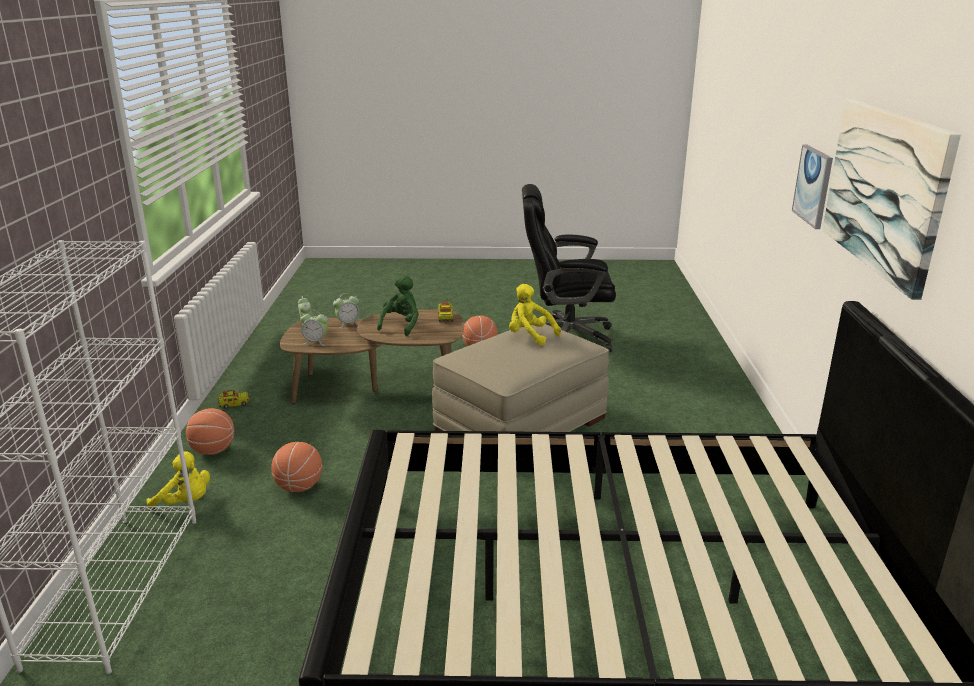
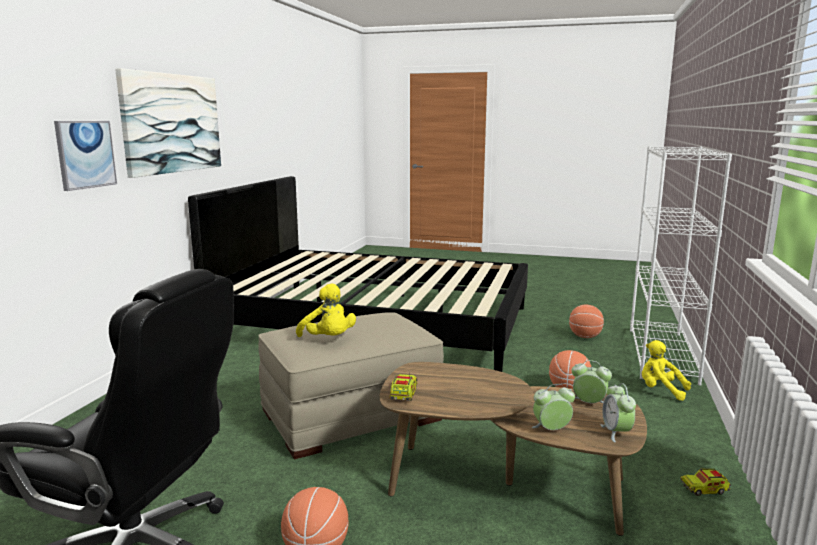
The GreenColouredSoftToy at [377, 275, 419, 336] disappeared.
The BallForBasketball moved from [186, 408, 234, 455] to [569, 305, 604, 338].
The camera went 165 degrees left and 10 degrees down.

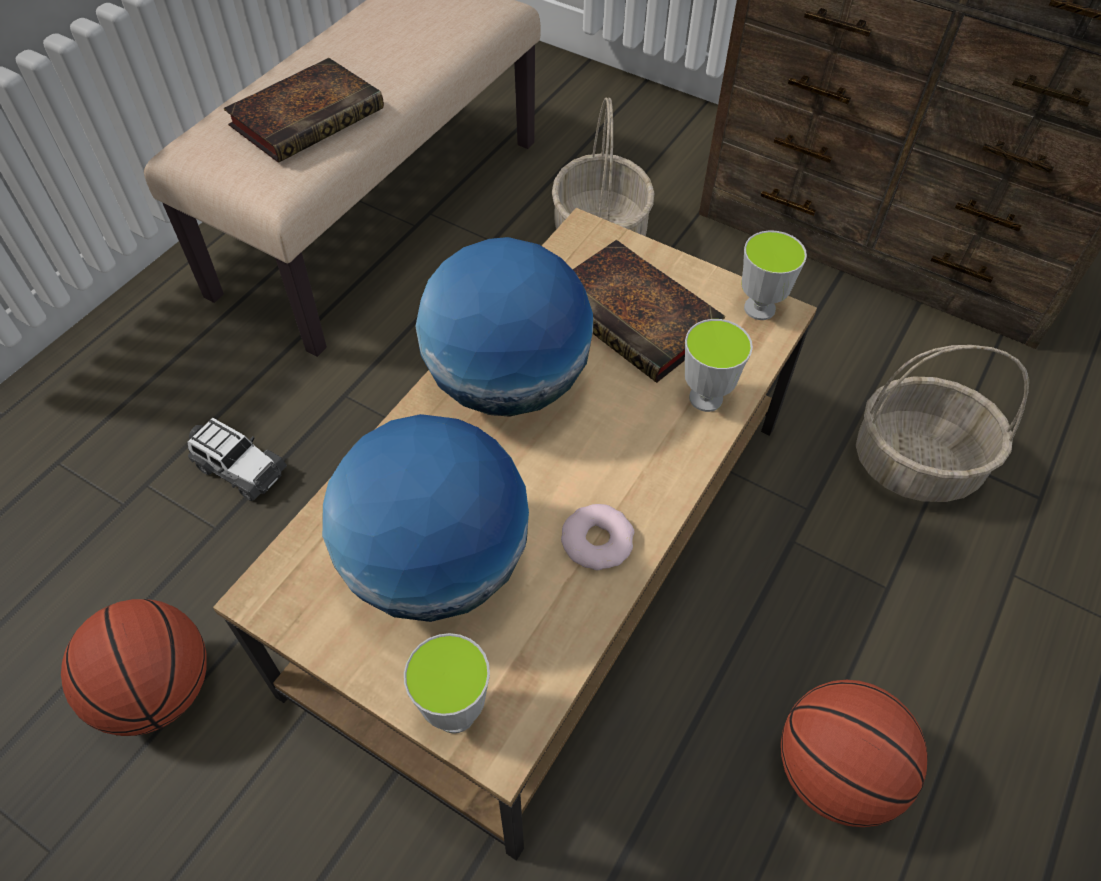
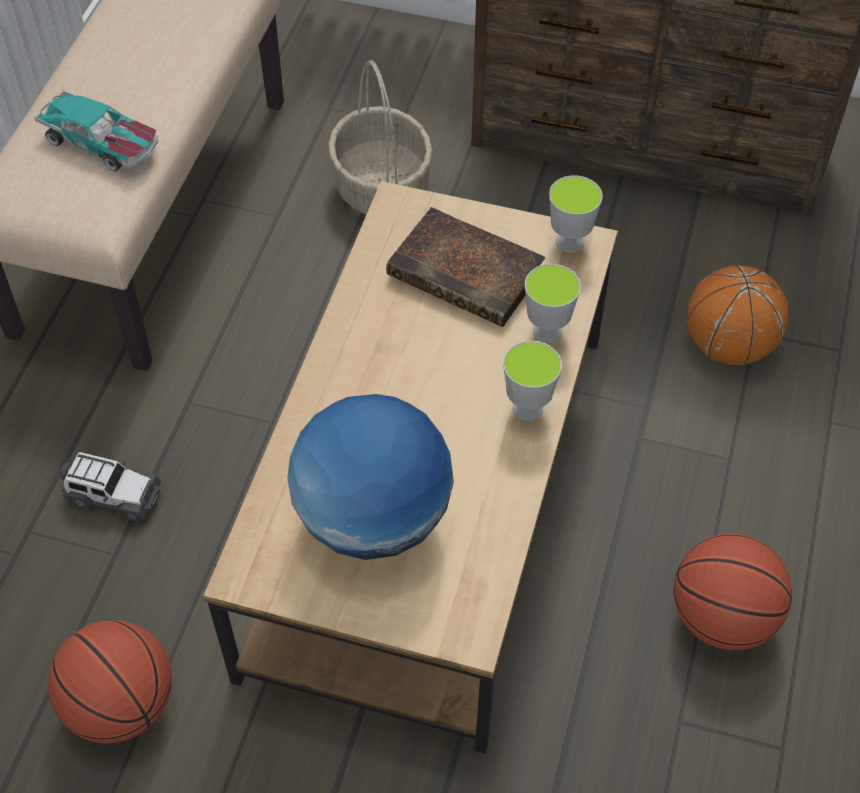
The Globe at [415, 237, 593, 417] disappeared.
The Doughnut at [561, 504, 634, 570] disappeared.
The DrinkingCup moved from [404, 633, 490, 733] to [503, 341, 562, 421].
The Book at [224, 58, 384, 163] was replaced by the MiniatureCar at [34, 90, 158, 172].
The HouseholdBasket at [856, 345, 1029, 502] was replaced by the BallForBasketball at [687, 265, 788, 365].
The camera went 15 degrees left and 0 degrees up.

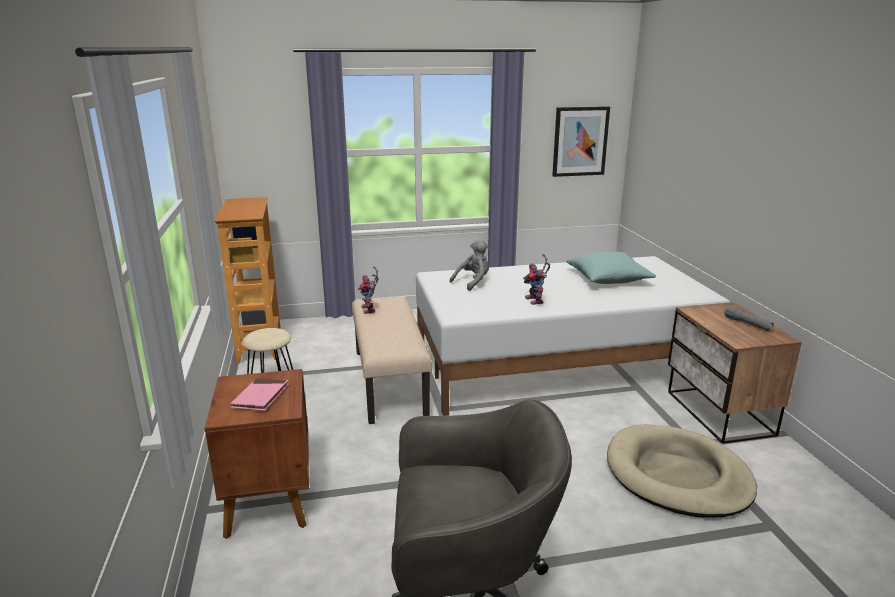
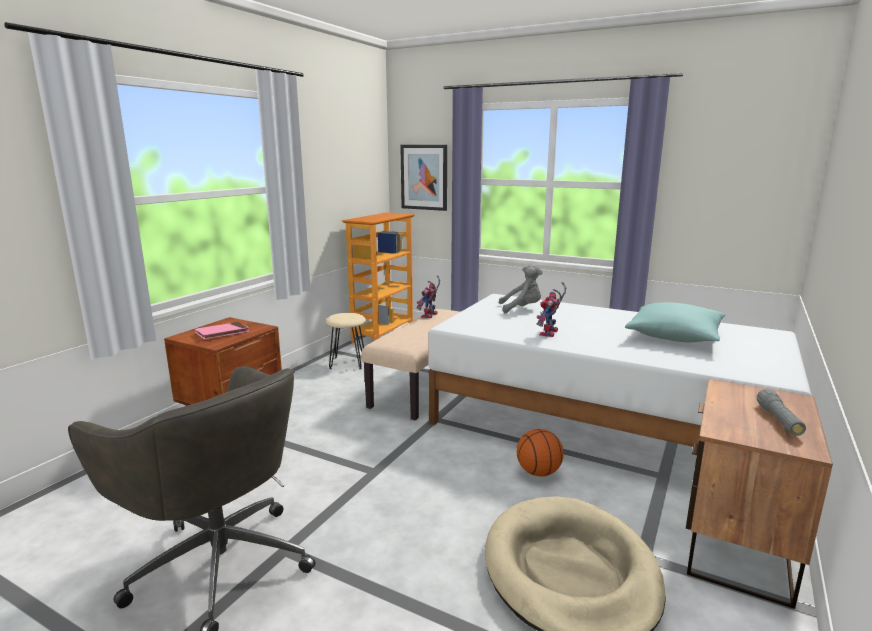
The BallForBasketball at [517, 429, 564, 477] appeared.
The WallArt moved from [552, 106, 610, 177] to [400, 145, 447, 211].
The camera went 40 degrees right and 5 degrees down.

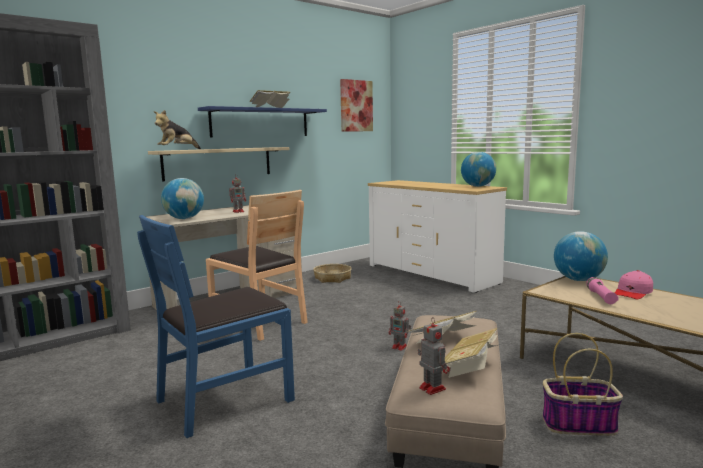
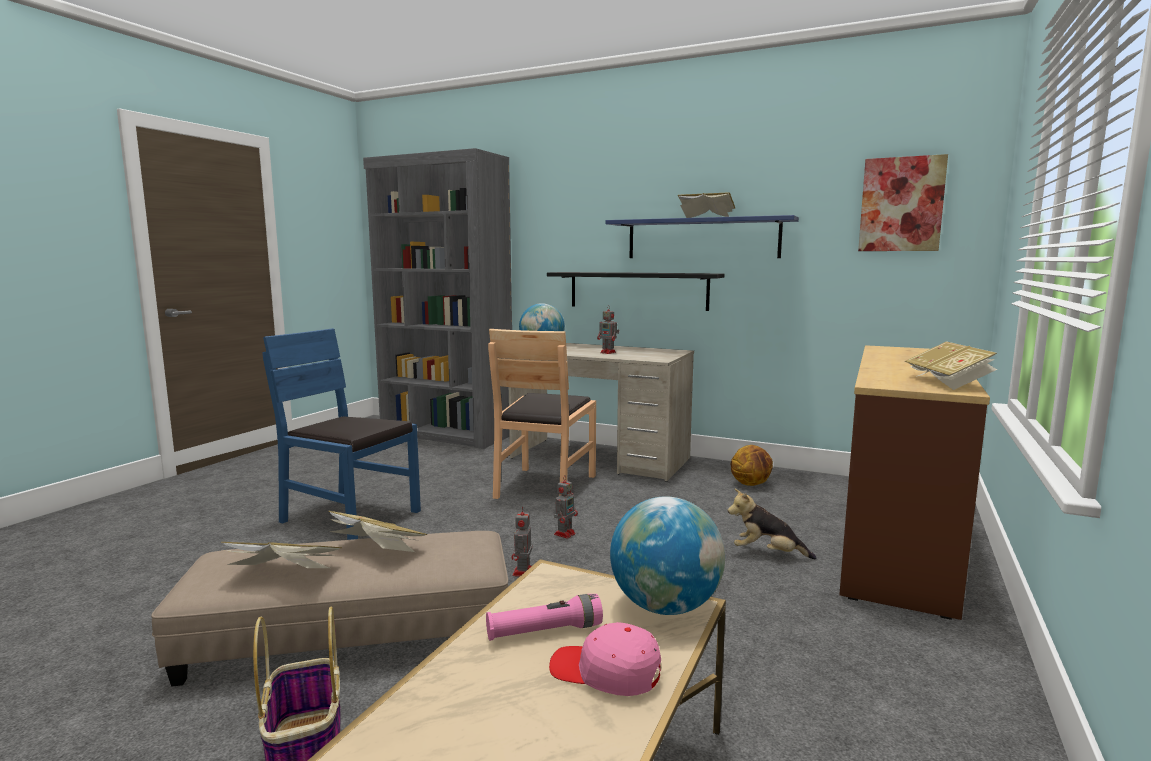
The SoftToy moved from [154, 110, 201, 149] to [728, 489, 816, 559].
The ToyRobot moved from [418, 317, 450, 395] to [554, 475, 578, 539].
The HouseholdBasket at [313, 264, 352, 283] was replaced by the BallForBasketball at [731, 445, 773, 486].
The Globe at [461, 152, 496, 187] was replaced by the Book at [905, 341, 997, 390].
The SandColouredWallShelf at [148, 147, 289, 182] became the BlackWallShelf at [547, 272, 724, 311].
The WhiteColouredChestOfDrawers at [368, 180, 507, 293] became the BrownishChestOfDrawers at [839, 345, 990, 620].
The camera went 65 degrees right and 0 degrees up.

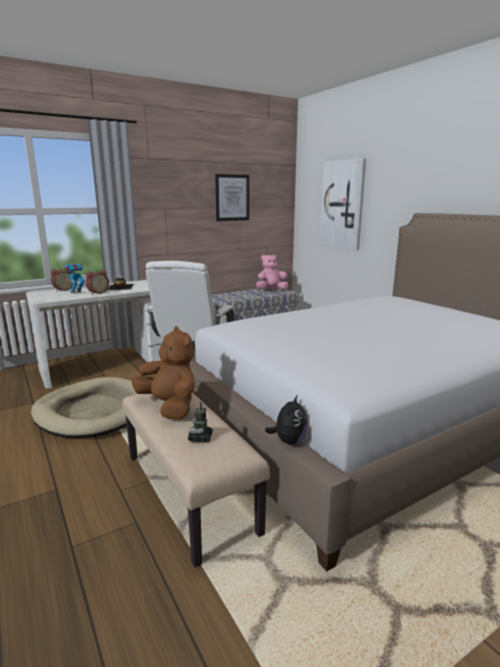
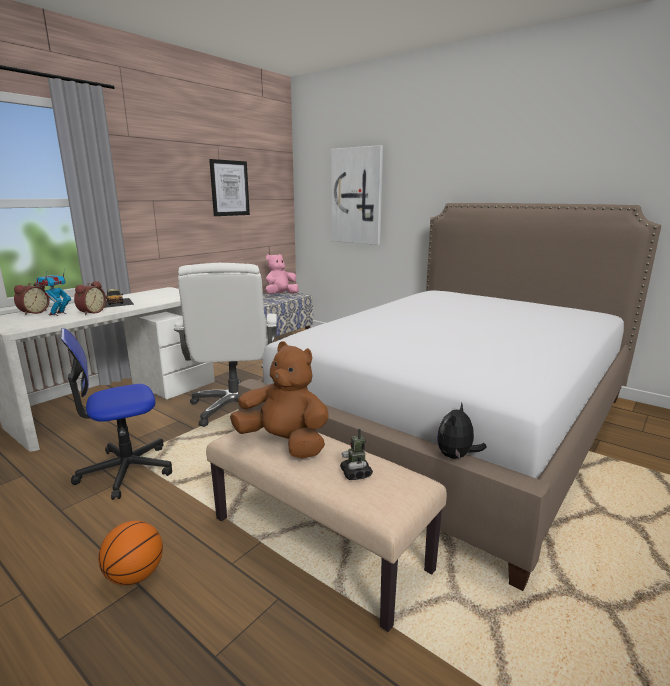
The BallForBasketball at [98, 521, 163, 585] appeared.
The SandColouredDogBed at [31, 377, 137, 438] was replaced by the DeskChair at [61, 328, 172, 500].
The SoftToy at [265, 394, 307, 444] turned 150 degrees counterclockwise.
The camera went 20 degrees left and 0 degrees up.

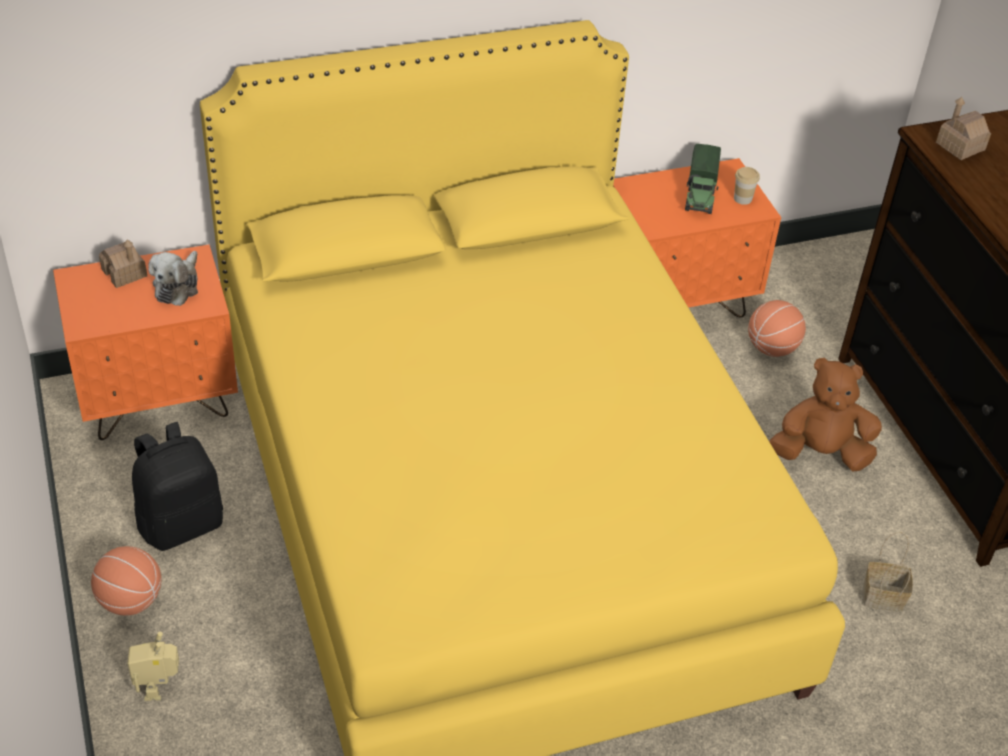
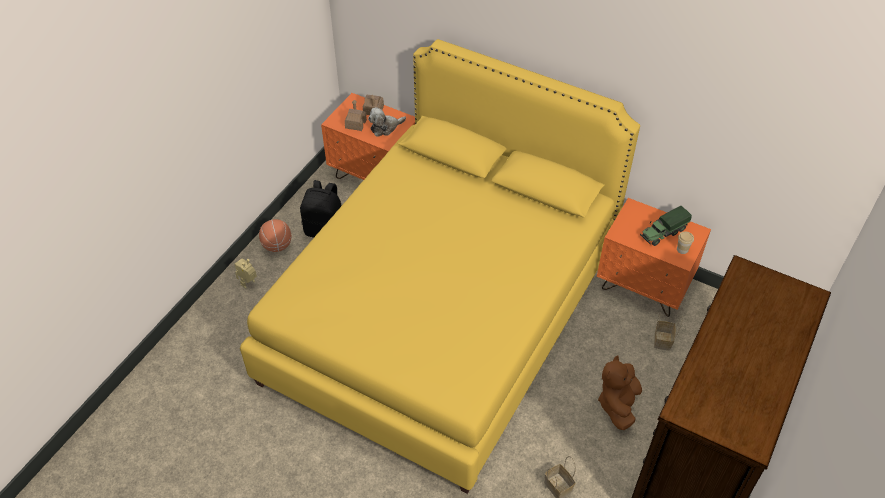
The MiniatureHouse moved from [936, 97, 991, 160] to [345, 100, 367, 131].
The BallForBasketball at [748, 300, 806, 357] was replaced by the HouseholdBasket at [654, 313, 683, 350].
The BrownishSoftToy at [769, 358, 882, 471] turned 120 degrees counterclockwise.
The camera went 50 degrees right and 5 degrees up.

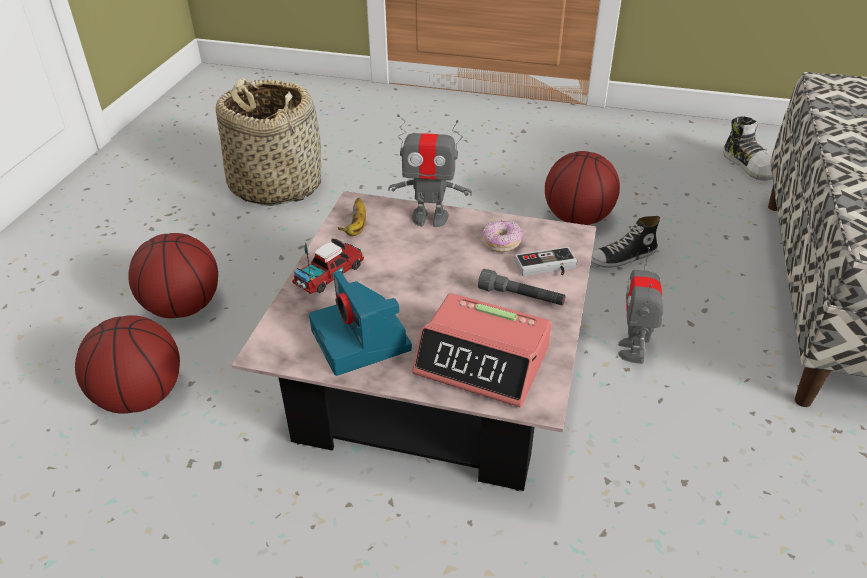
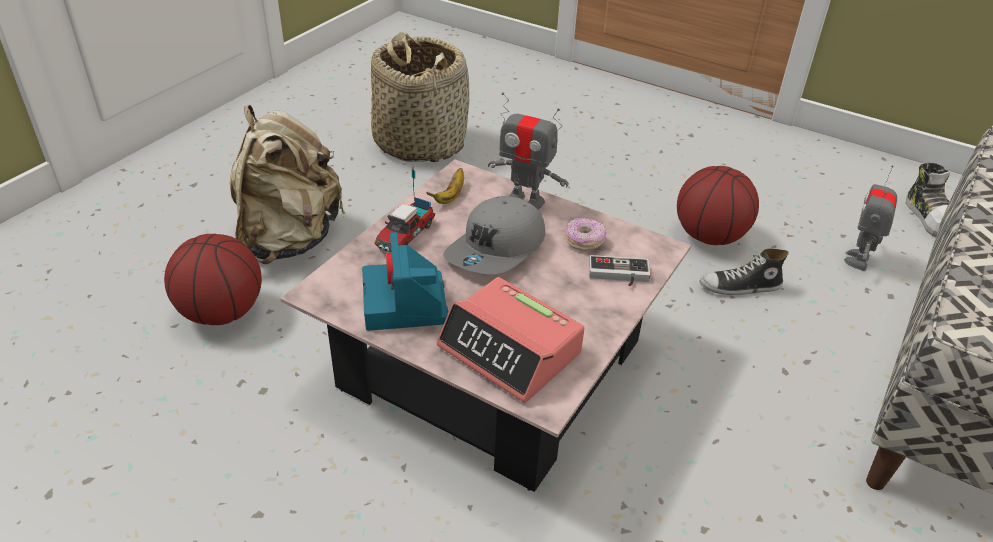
The GreyHandTorch at [478, 269, 566, 305] disappeared.
The GreyCap at [443, 196, 545, 274] appeared.
The ToyRobot moved from [618, 247, 663, 364] to [844, 165, 897, 271].
The BallForBasketball at [128, 233, 218, 318] was replaced by the SandColouredKnapsack at [230, 105, 345, 264].
The ToyLorry at [292, 238, 364, 294] turned 150 degrees clockwise.
The camera went 15 degrees right and 0 degrees up.

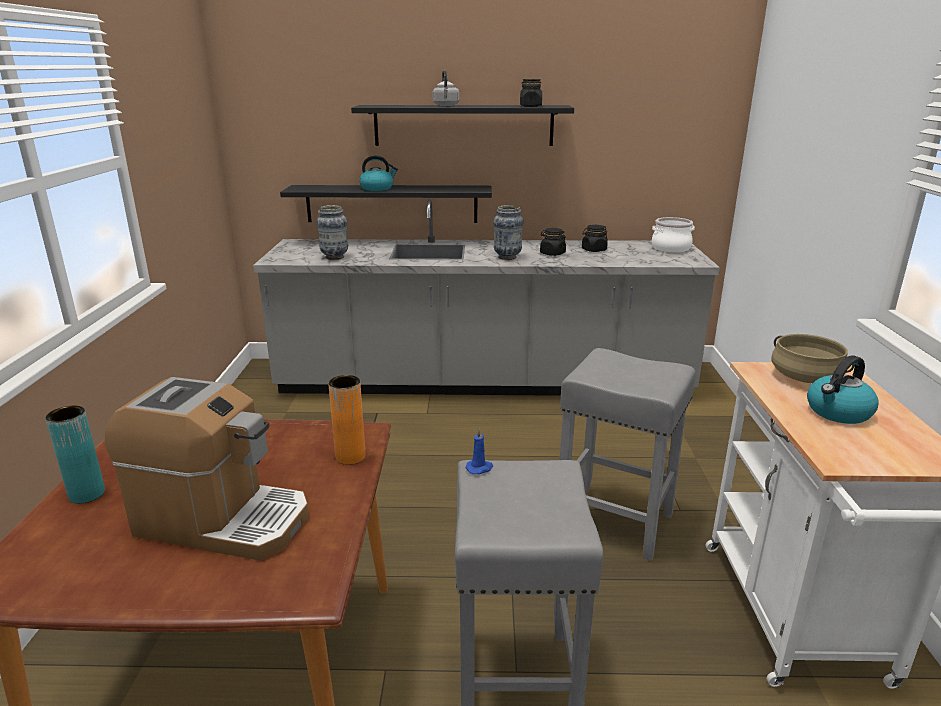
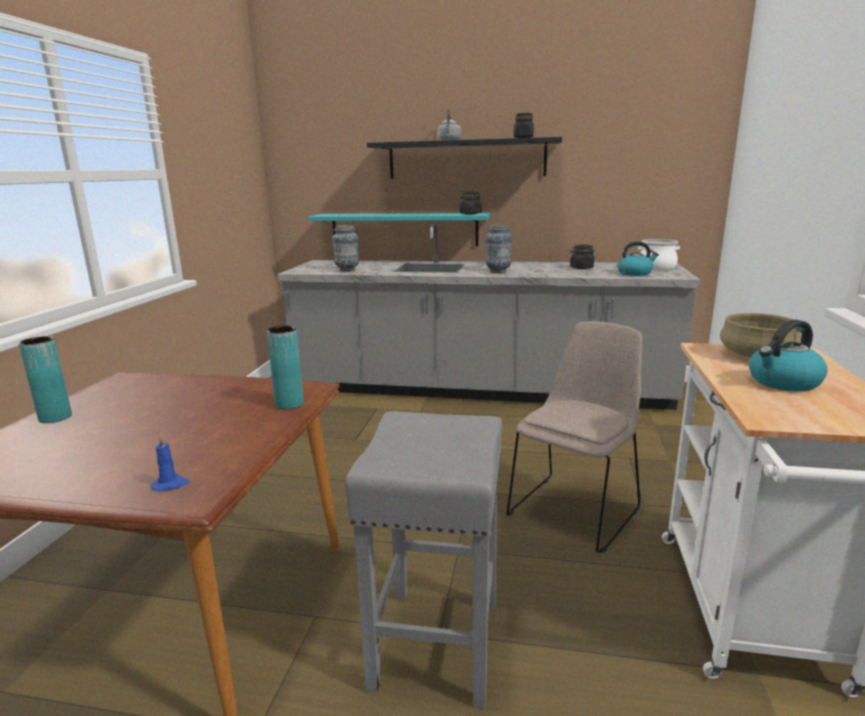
The CoffeeMaker at [105, 377, 309, 561] disappeared.
The WaterKettle moved from [359, 155, 398, 191] to [618, 241, 659, 276].
The BluishWaxCandle moved from [466, 428, 493, 474] to [151, 434, 190, 491].
The BlackStorageJar moved from [540, 228, 566, 256] to [459, 192, 482, 215].
The GreyStoolSeat at [559, 348, 696, 561] was replaced by the SandColouredChair at [507, 321, 643, 553].
The BlackWallShelf at [280, 185, 492, 223] became the BlueGreenWallShelf at [308, 213, 491, 246].
The OrangeVase at [328, 375, 365, 465] became the BlueGreenVase at [267, 325, 304, 410].
The camera went 10 degrees right and 5 degrees down.

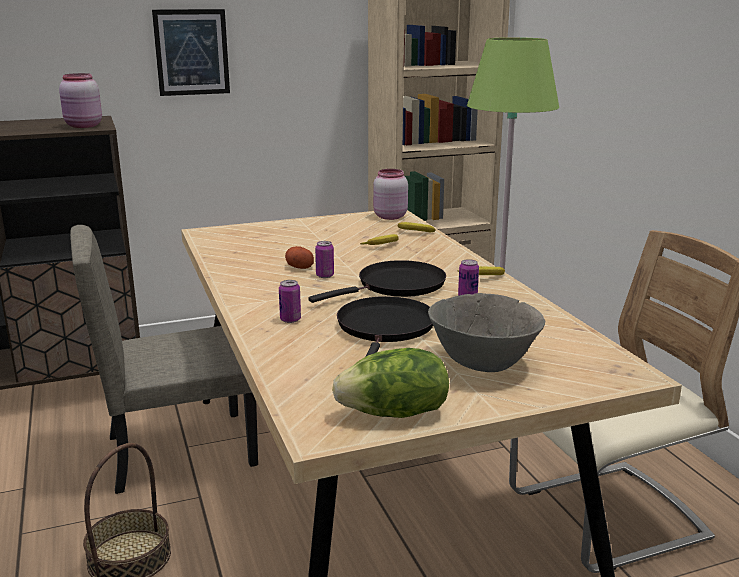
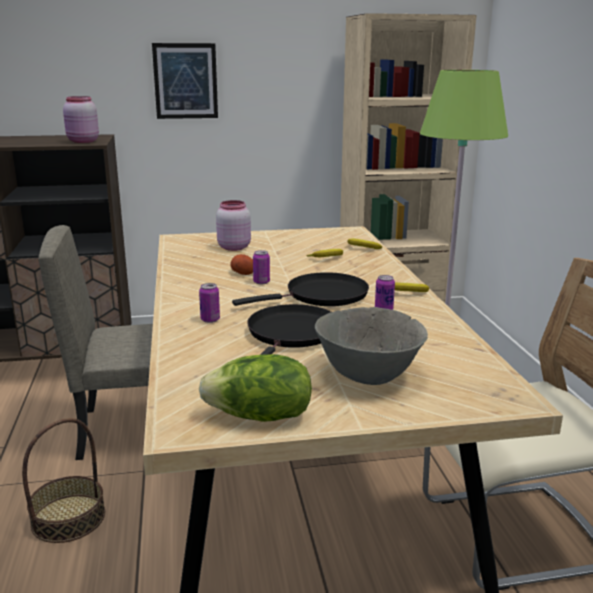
The PinkishStorageJar moved from [373, 169, 408, 220] to [216, 200, 251, 251].
The camera went 10 degrees right and 0 degrees up.

